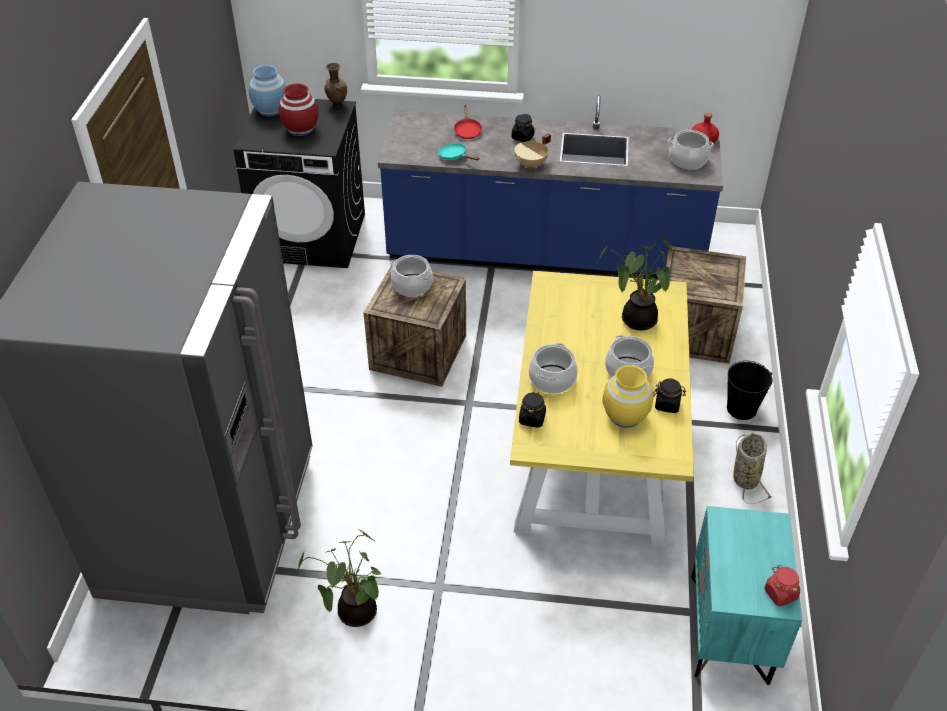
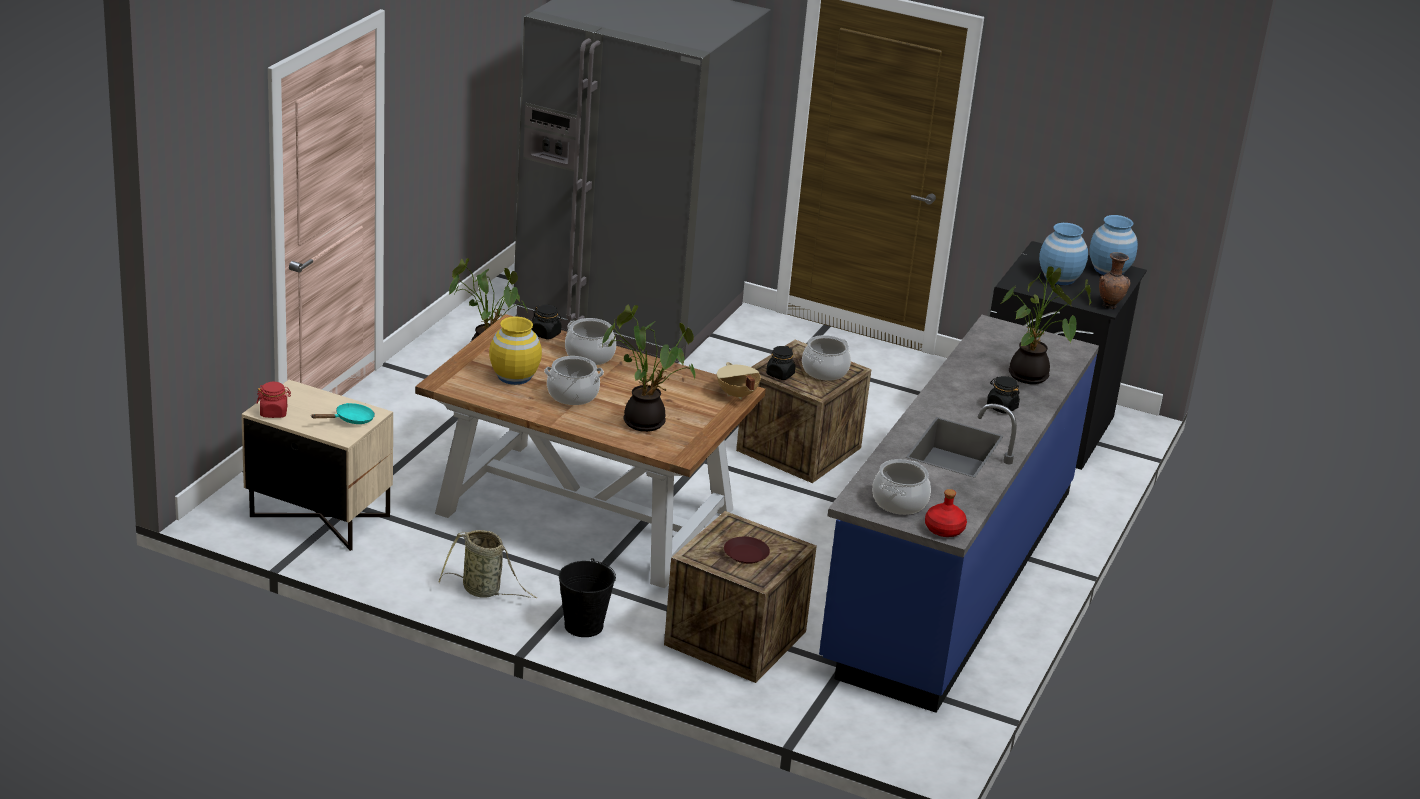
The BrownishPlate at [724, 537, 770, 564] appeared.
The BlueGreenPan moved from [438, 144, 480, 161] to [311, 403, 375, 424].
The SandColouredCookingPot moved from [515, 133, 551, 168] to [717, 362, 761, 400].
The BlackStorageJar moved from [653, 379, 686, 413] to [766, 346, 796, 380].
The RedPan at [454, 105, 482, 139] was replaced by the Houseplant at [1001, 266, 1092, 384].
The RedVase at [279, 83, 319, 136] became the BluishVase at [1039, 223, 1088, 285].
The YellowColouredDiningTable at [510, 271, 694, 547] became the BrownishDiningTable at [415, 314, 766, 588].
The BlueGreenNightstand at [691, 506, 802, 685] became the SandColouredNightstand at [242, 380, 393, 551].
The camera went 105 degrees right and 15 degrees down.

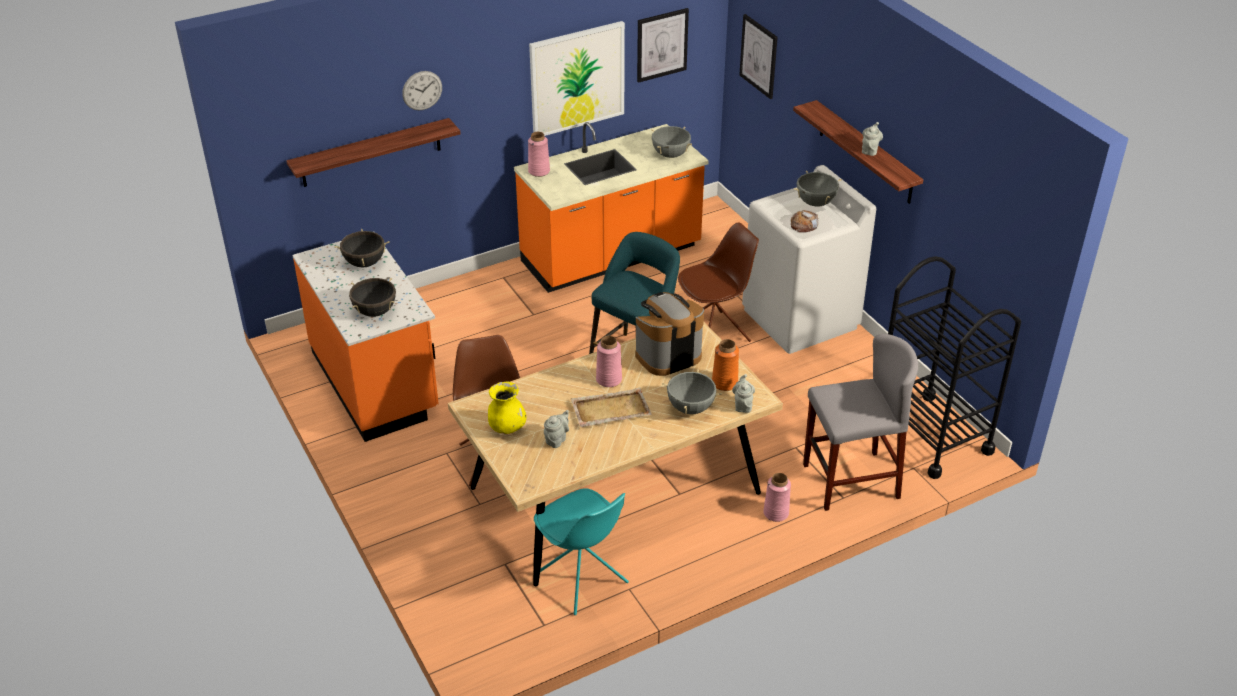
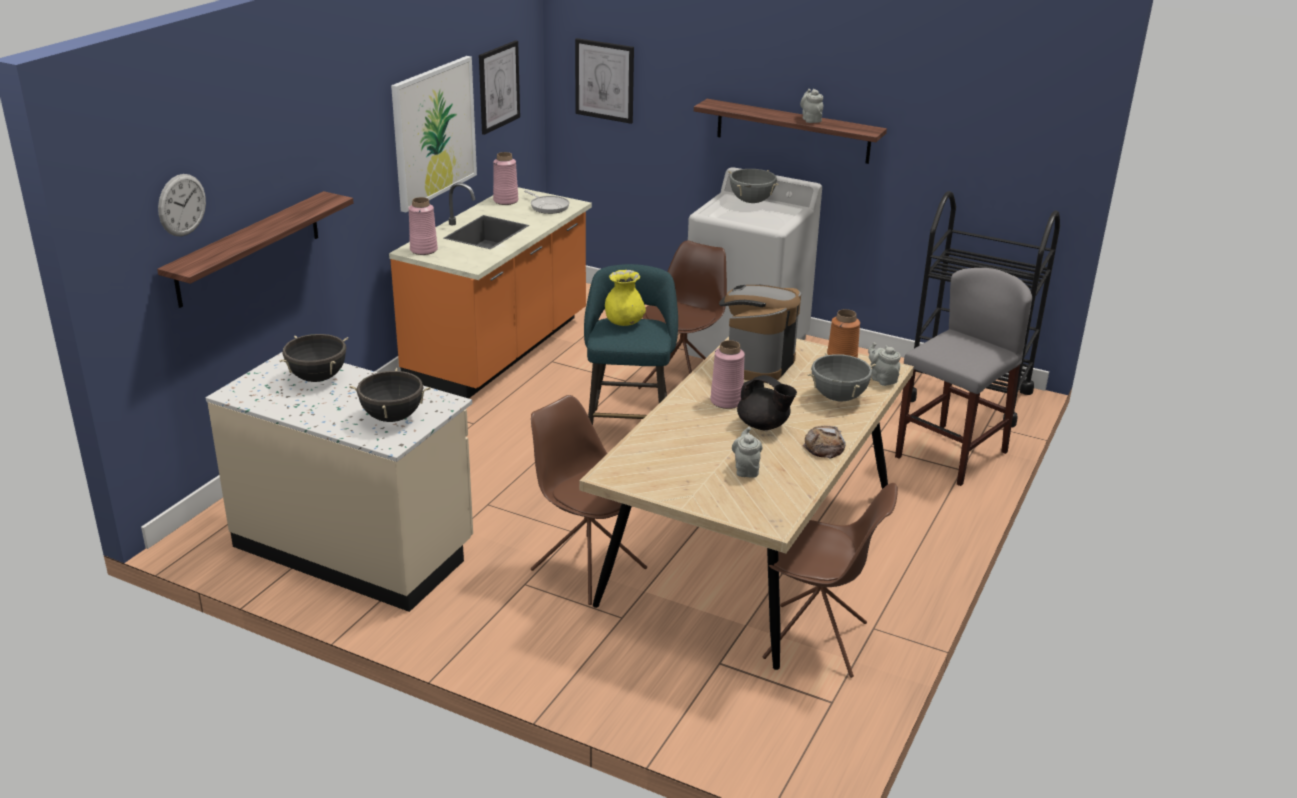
The ClockOnTheWall moved from [402, 71, 442, 111] to [158, 174, 206, 237].
The YellowColouredVase moved from [488, 381, 527, 434] to [605, 270, 646, 326].
The PinkishVase moved from [763, 473, 791, 522] to [493, 152, 518, 205].
The BakeryBread moved from [791, 210, 818, 232] to [802, 426, 846, 458].
The SandColouredServingTray at [571, 387, 652, 427] was replaced by the BlackTeaPot at [737, 375, 797, 430].
The GreyCookingPot at [651, 126, 692, 158] was replaced by the Pan at [524, 190, 569, 214].
The OrangeKitchenCounter at [292, 231, 439, 442] became the SandColouredKitchenCounter at [206, 352, 473, 612].
The BlueGreenChair at [534, 488, 629, 615] became the BrownishChair at [762, 483, 898, 678].
The camera went 35 degrees left and 10 degrees down.

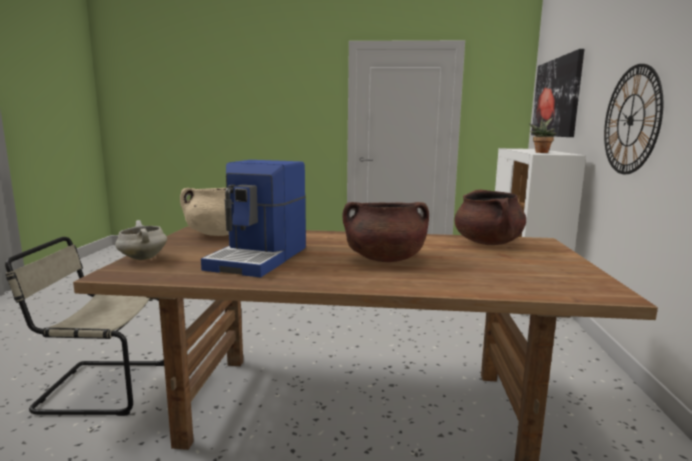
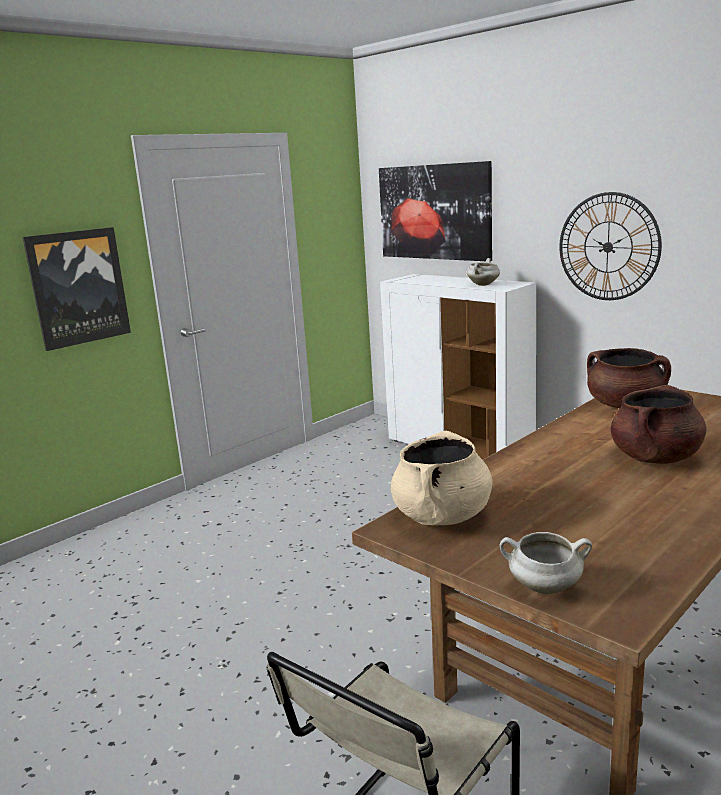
The CoffeeMaker at [201, 160, 306, 278] disappeared.
The WallArt at [22, 227, 131, 351] appeared.
The Houseplant at [529, 117, 556, 153] was replaced by the WhiteColouredCookingPot at [467, 258, 500, 286].
The camera went 50 degrees left and 5 degrees up.

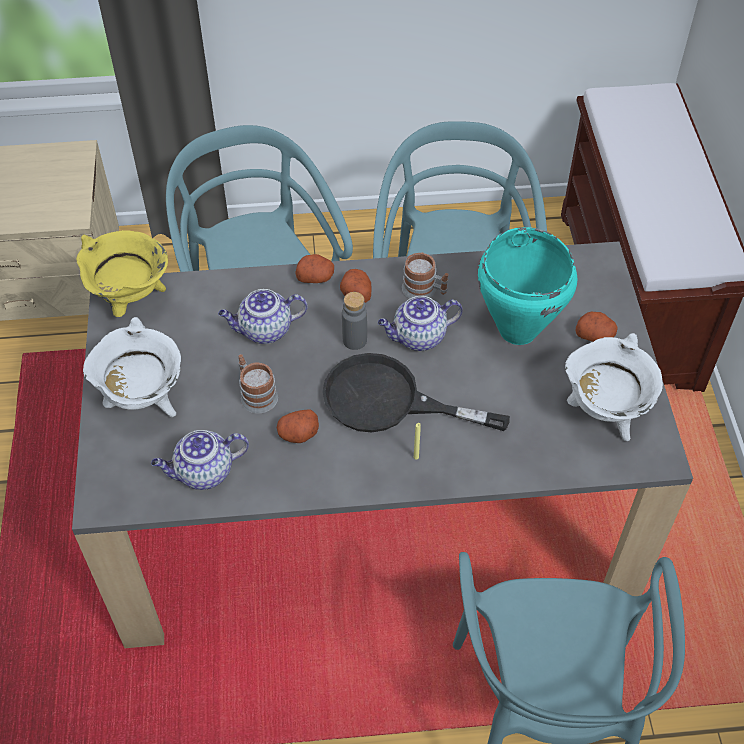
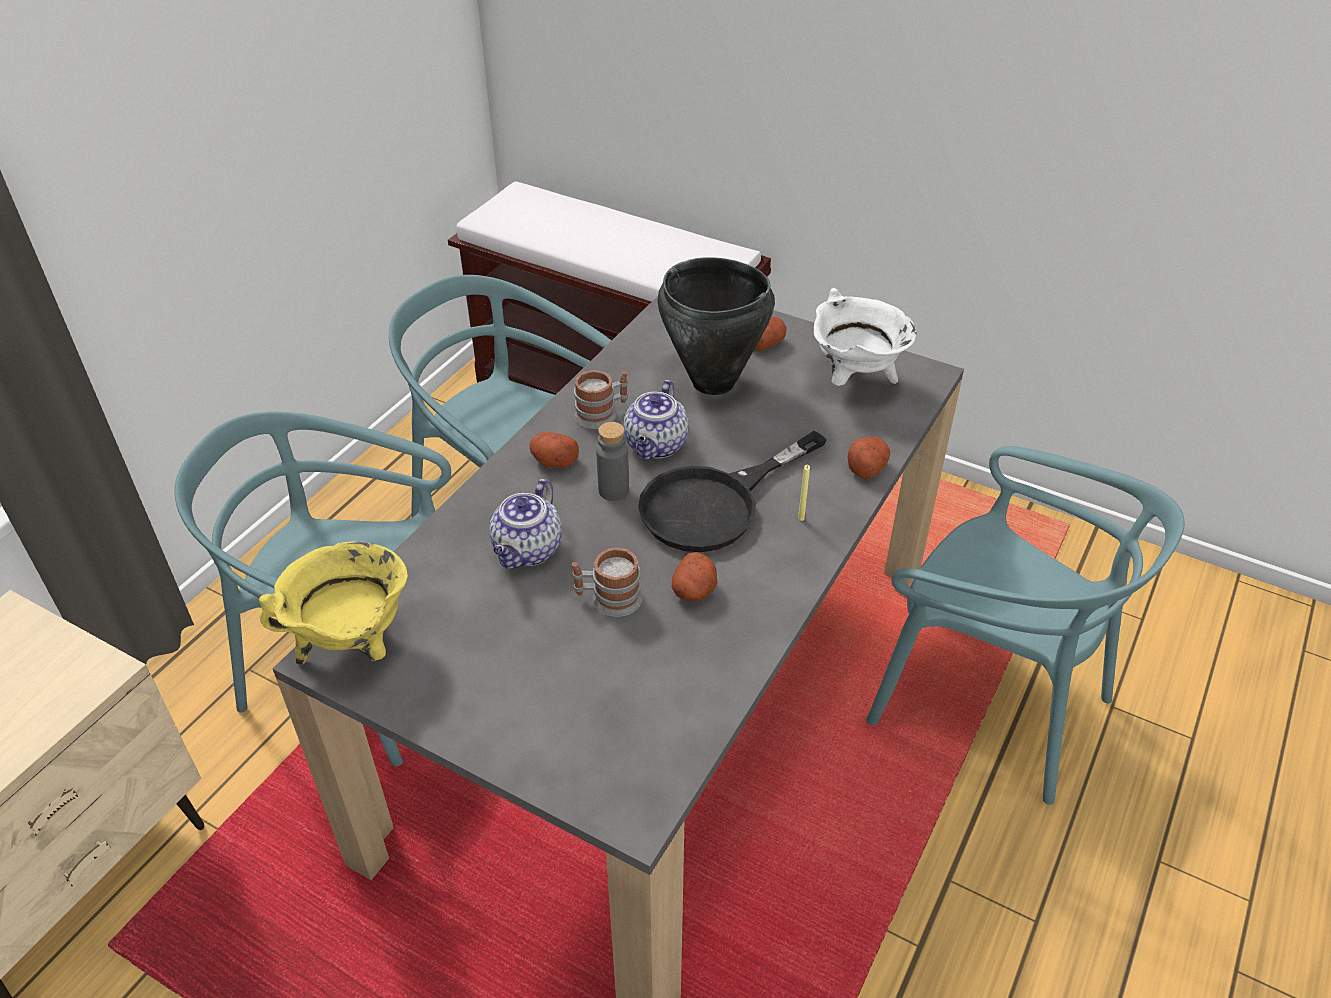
The WhiteColouredCookingPot at [83, 317, 181, 417] disappeared.
The TeaPot at [151, 430, 249, 490] disappeared.
The Spud moved from [295, 254, 334, 283] to [848, 436, 890, 479].
The BlueGreenCookingPot at [478, 227, 577, 345] became the BlackCookingPot at [658, 257, 775, 395].
The camera went 55 degrees left and 10 degrees down.

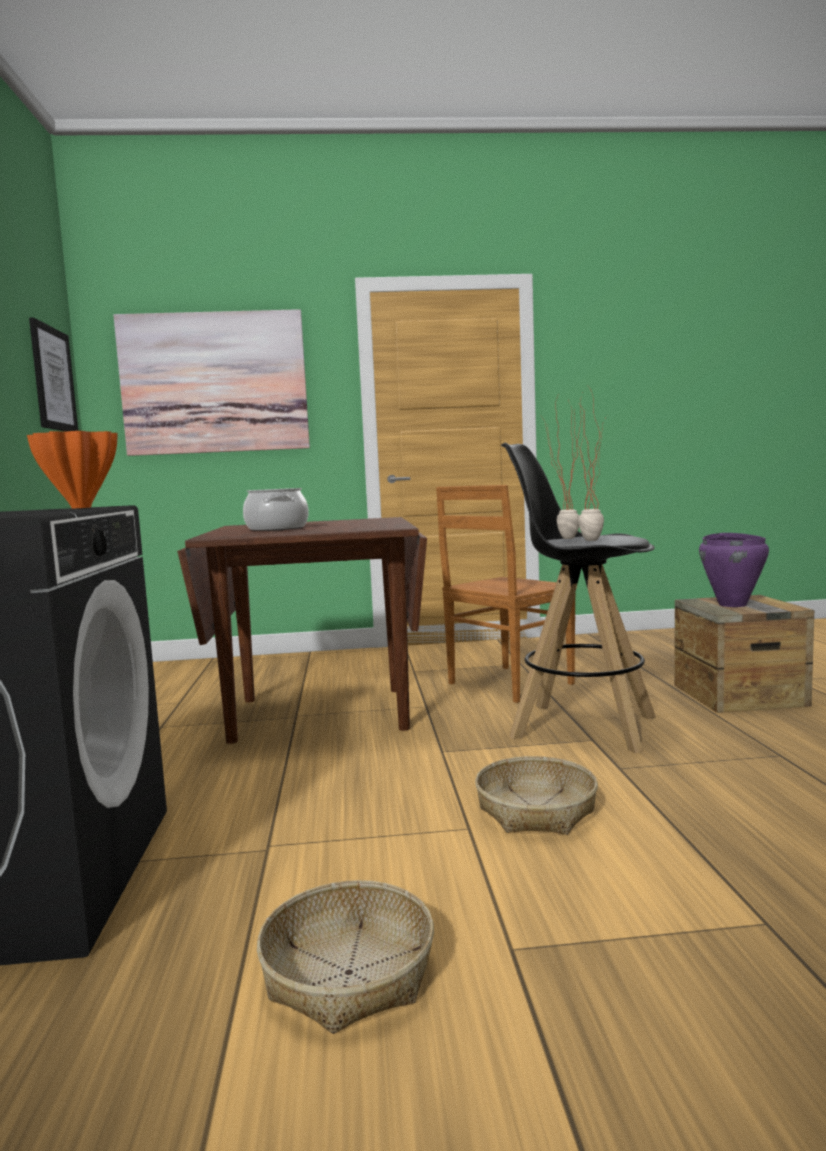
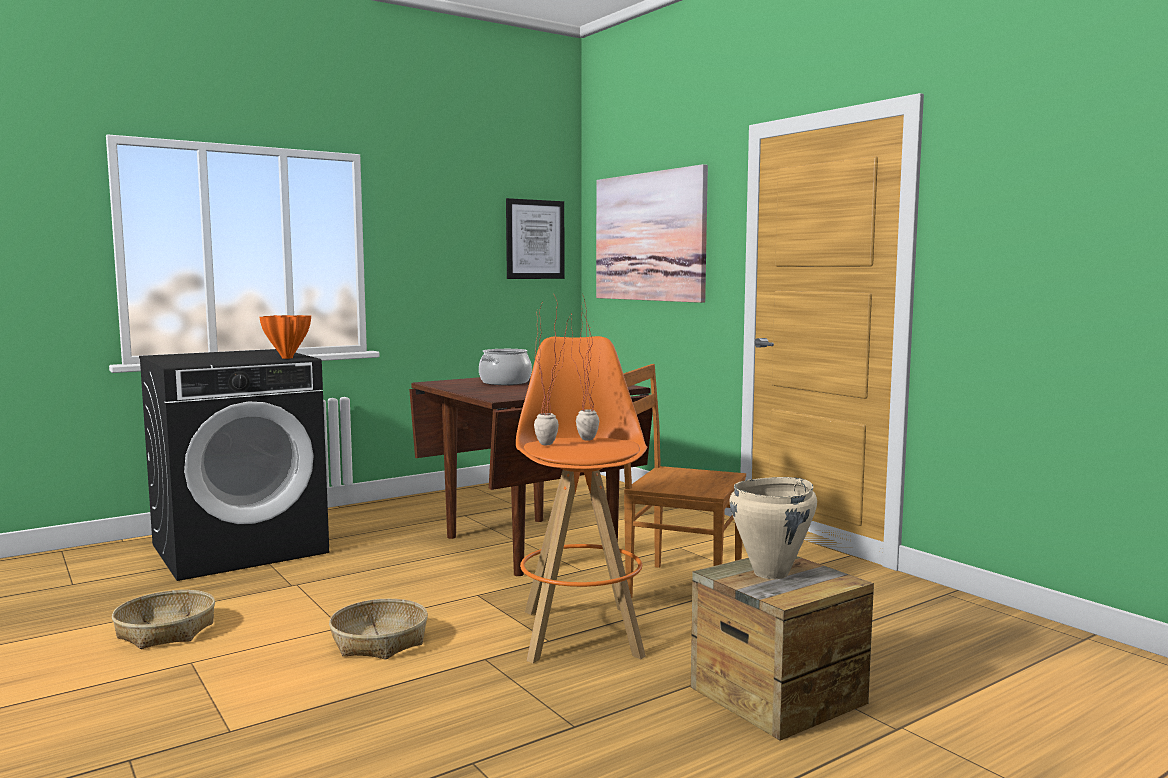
The BlackStoolSeat at [501, 443, 656, 753] became the OrangeStoolSeat at [516, 336, 647, 663].
The PurpleColouredCookingPot at [699, 533, 769, 607] became the SandColouredCookingPot at [729, 477, 817, 579].
The camera went 60 degrees right and 0 degrees up.

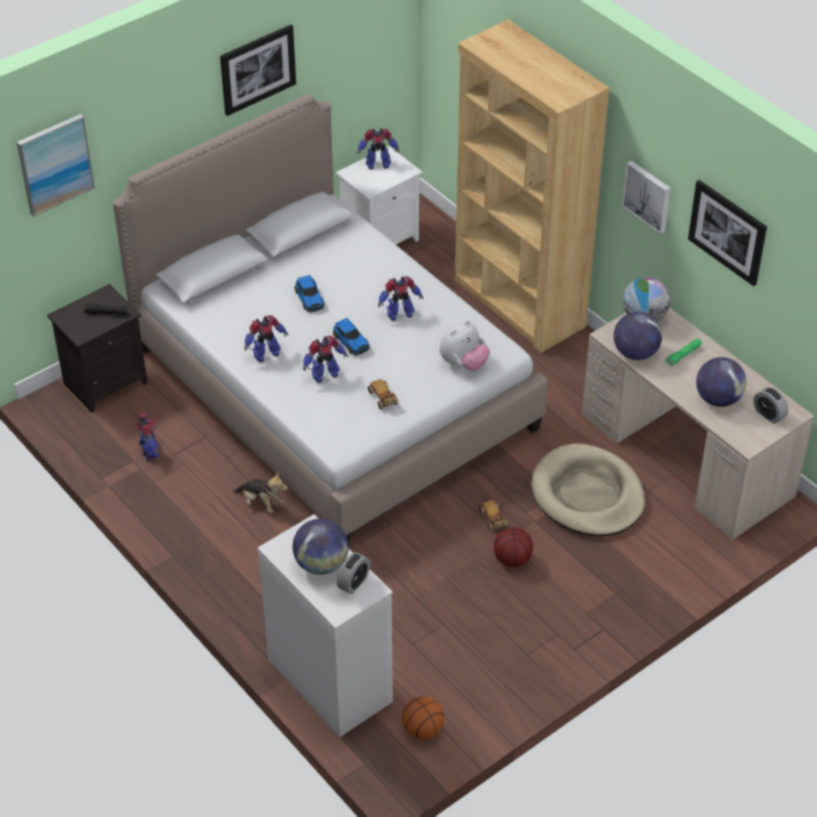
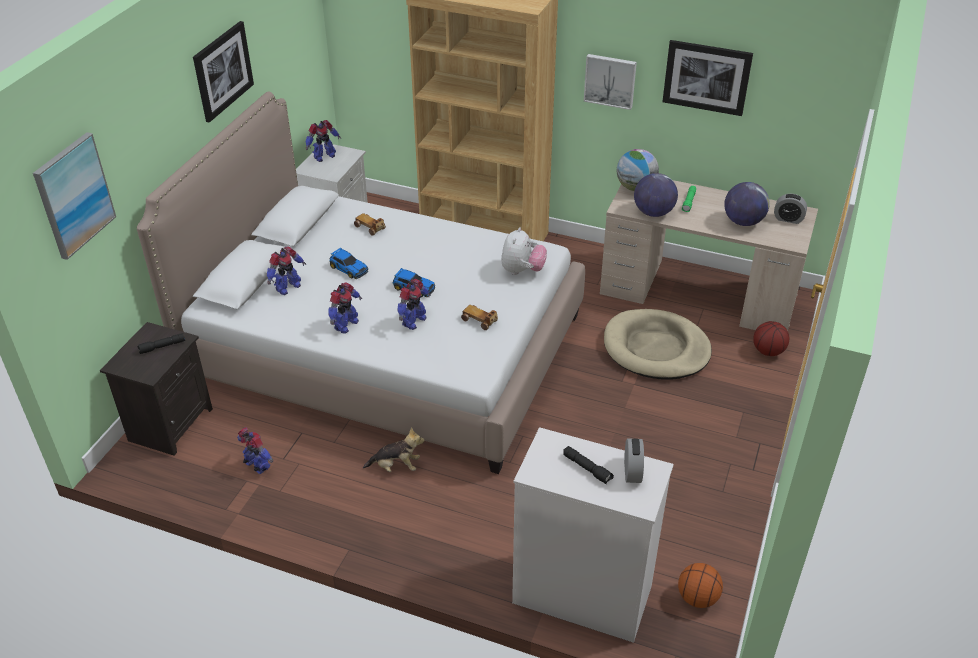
The ToyRobot moved from [378, 276, 423, 321] to [267, 246, 306, 295].
The MiniatureCar moved from [479, 500, 508, 531] to [354, 213, 386, 236].
The BallForBasketball moved from [494, 527, 533, 567] to [753, 321, 789, 356].
The Globe at [293, 519, 349, 575] was replaced by the BlackHandTorch at [563, 446, 614, 485].
The camera went 30 degrees left and 5 degrees down.

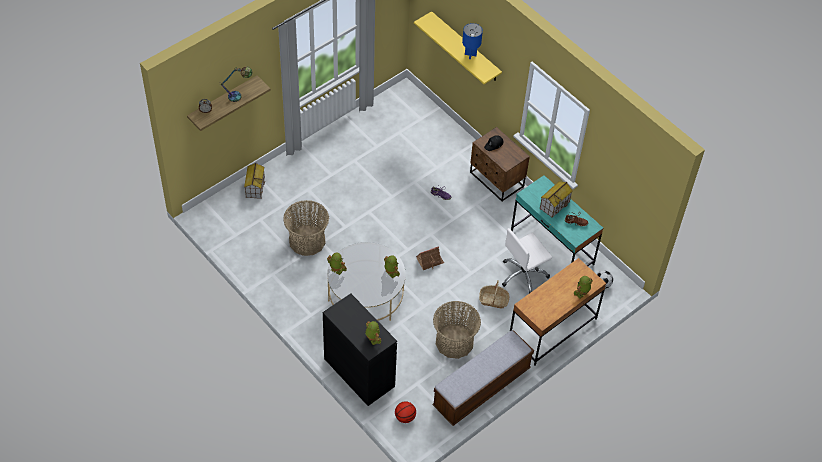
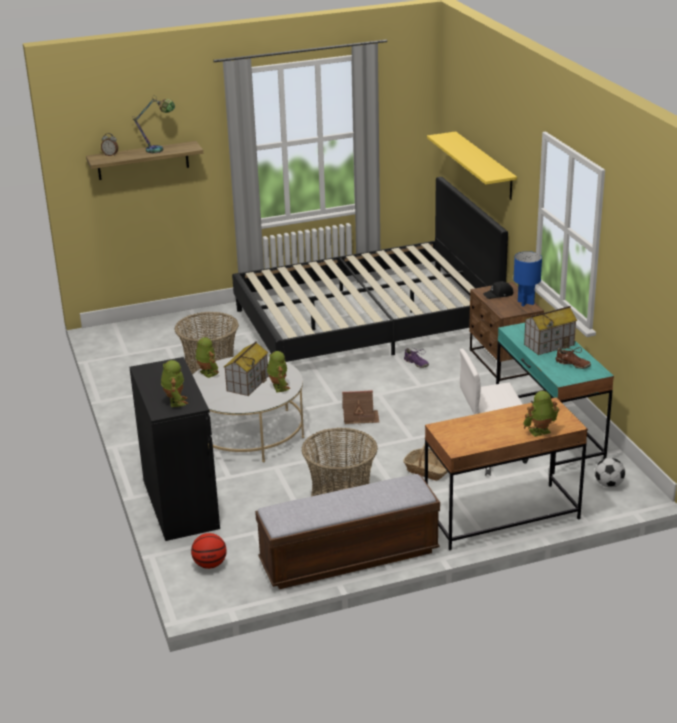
The BlackBed at [232, 177, 508, 362] appeared.
The MiniatureHouse moved from [244, 163, 265, 199] to [224, 341, 269, 396].
The BluishTabletopLamp moved from [462, 23, 483, 59] to [513, 251, 542, 306].
The camera went 25 degrees right and 25 degrees down.

